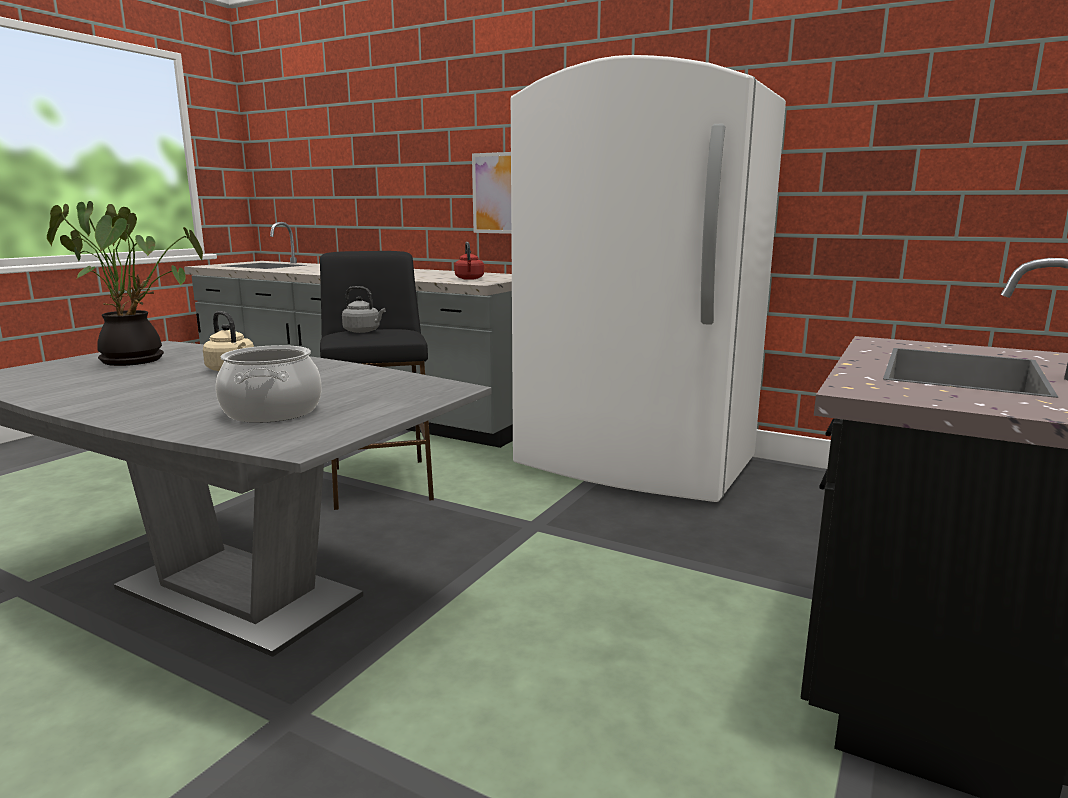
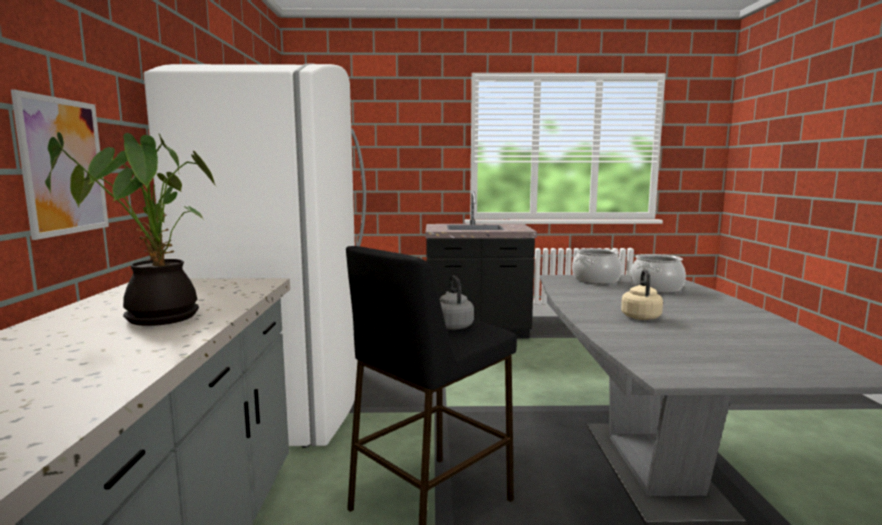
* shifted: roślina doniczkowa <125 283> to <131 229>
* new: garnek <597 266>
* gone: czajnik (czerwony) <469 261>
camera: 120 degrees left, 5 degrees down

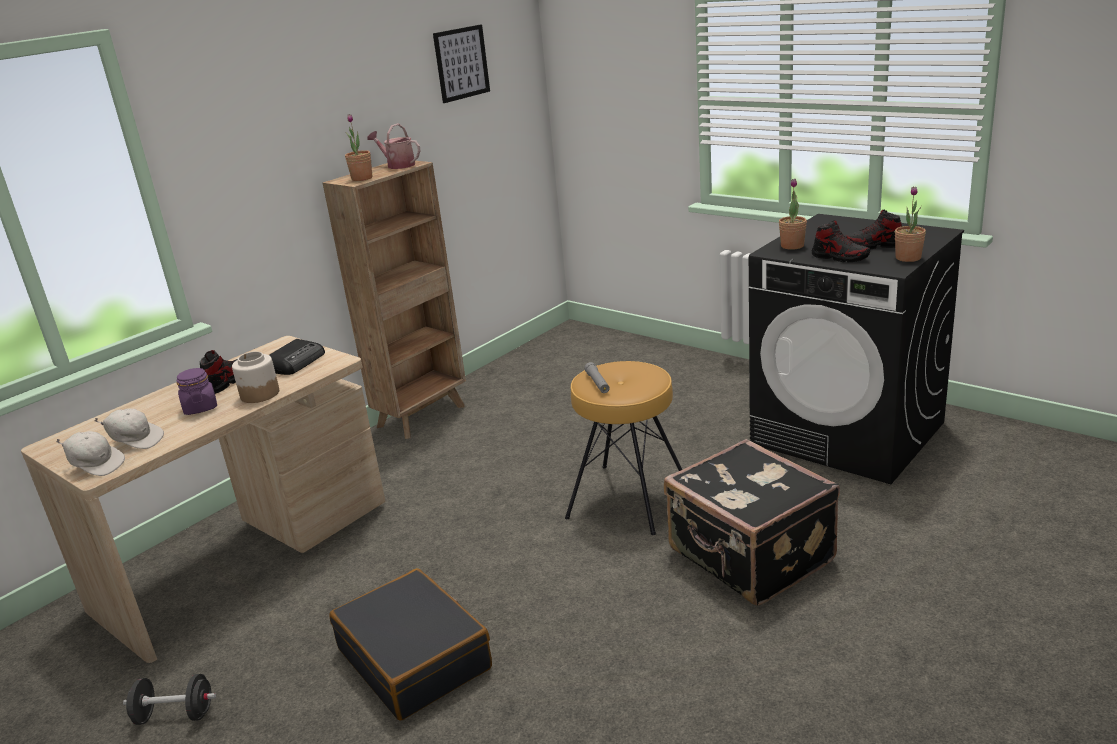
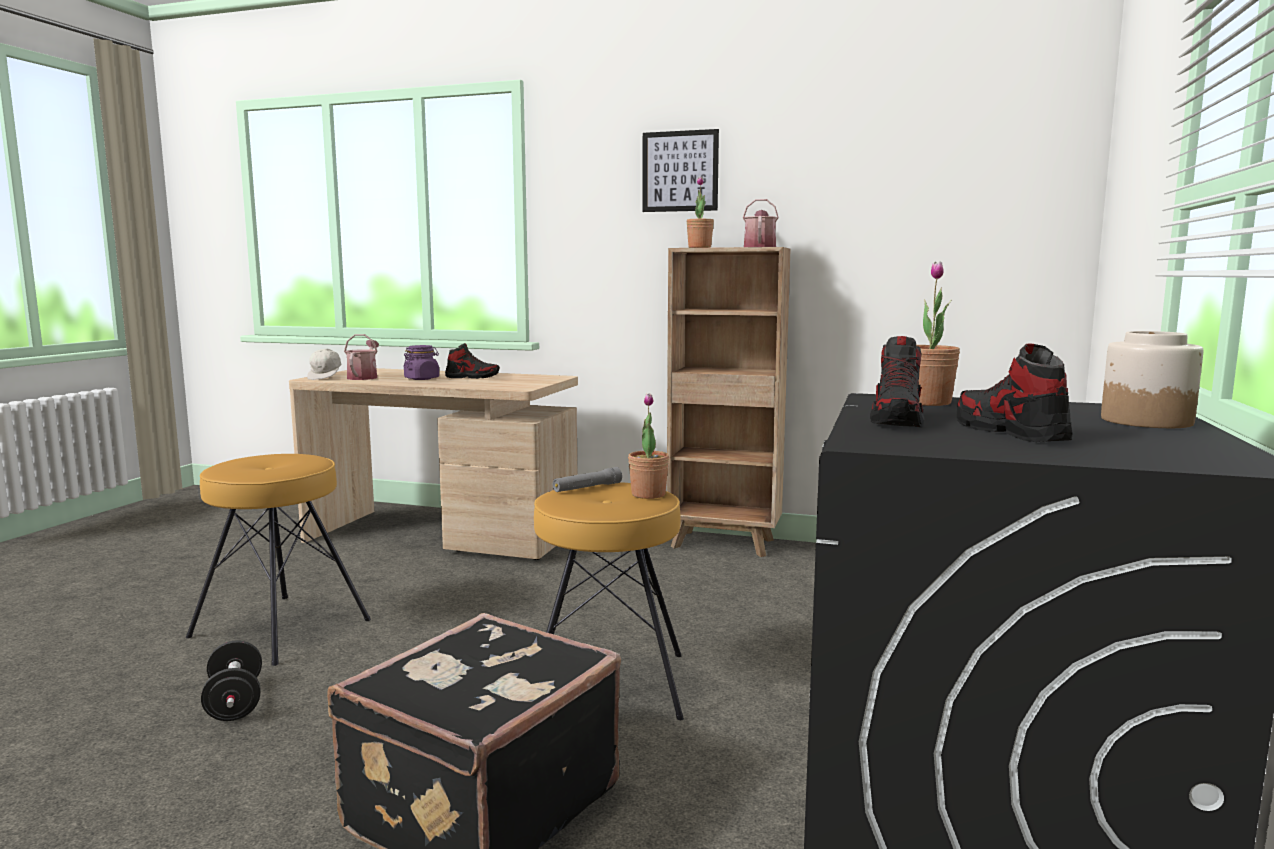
* swapped: walizka (czarny) <410 644> to stołek (brązowy) <278 560>
* shifted: hantel (czarny) <169 699> to <231 680>
* swapped: czapka z daszkiem (biały) <129 428> to konewka <361 357>
* shifted: roślina doniczkowa <910 224> to <648 446>
* shifted: obraz <461 63> to <681 170>
* shifted: słoik <255 377> to <1152 379>
* gone: radio <297 357>
camera: 65 degrees right, 15 degrees down

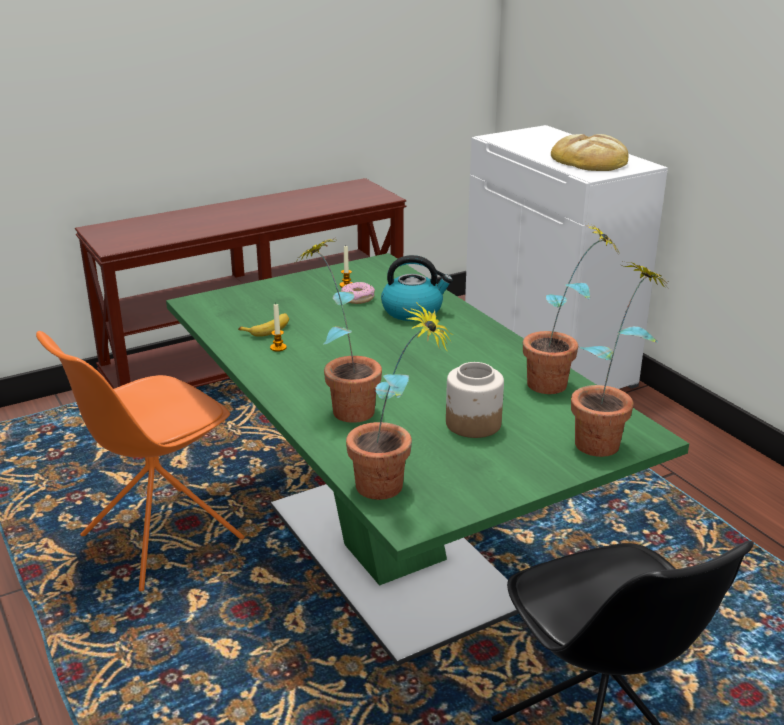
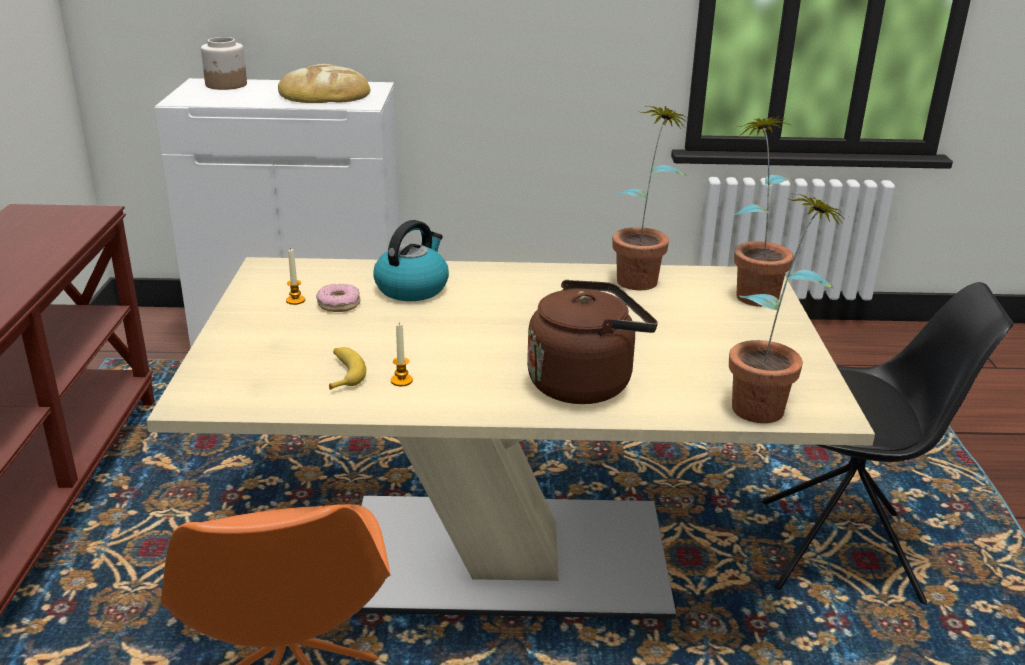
* repainted: stół jadalny (zielony) <427 459> to stół jadalny (beżowy) <510 438>
* shifted: słoik <475 400> to <224 63>
* swapped: roślina doniczkowa <340 330> to czajnik (brązowy) <592 342>
camera: 60 degrees left, 0 degrees up

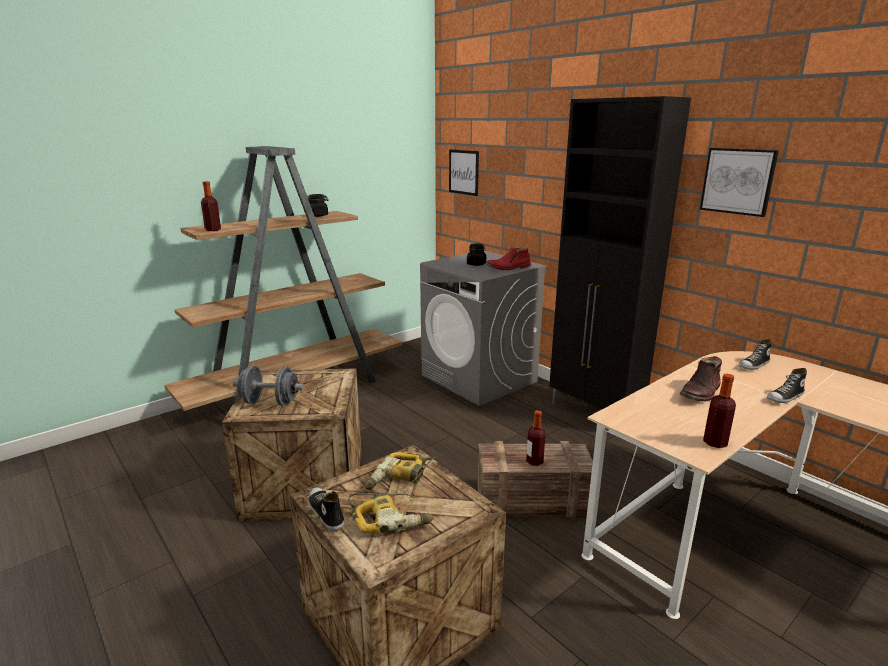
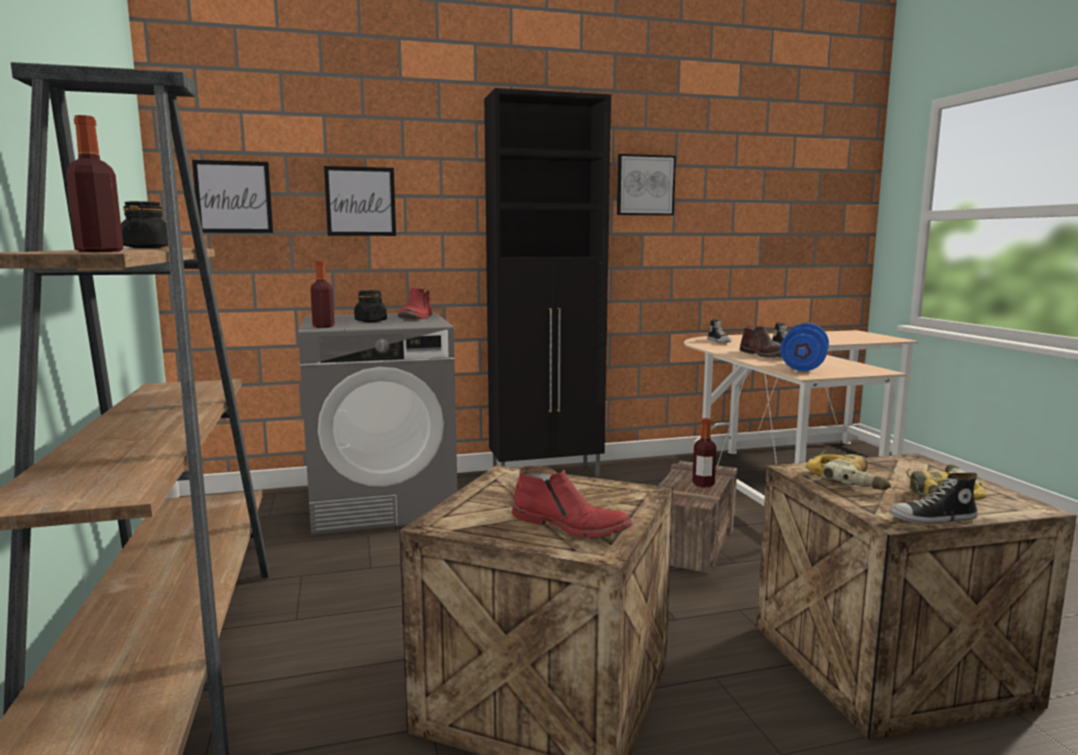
* shifted: butelka <719 411> to <322 294>
* new: obraz <360 201>
* swapped: hantel (szary) <268 385> to but z cholewką (czerwony) <572 502>
* new: hantel (niebieski) <804 347>
camera: 65 degrees left, 10 degrees down

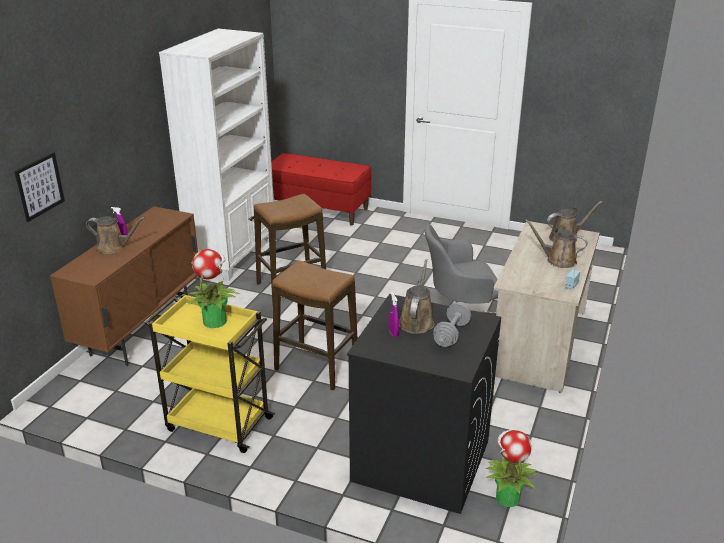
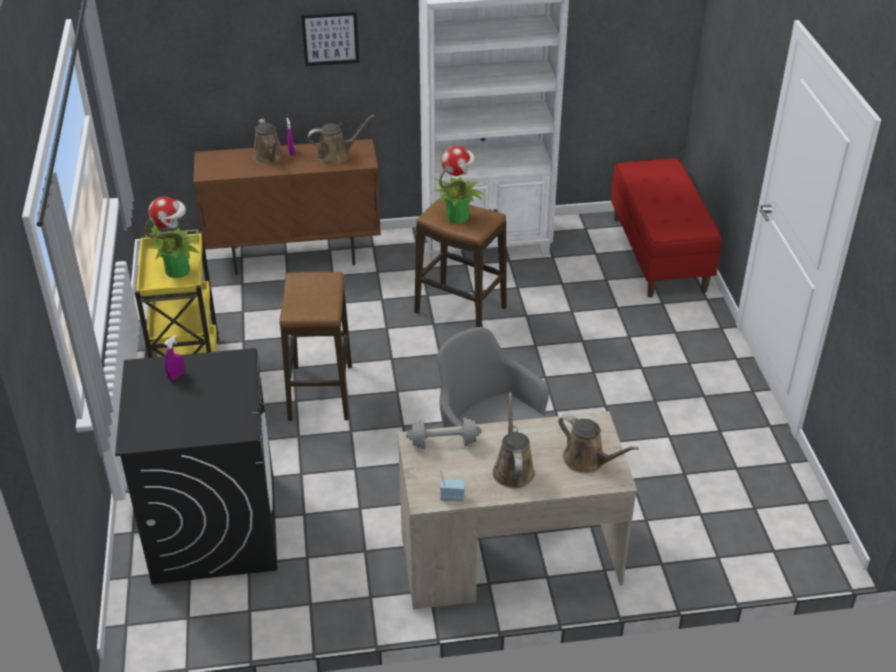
* shifted: obraz <39 187> to <330 38>
* shifted: konewka (brązowy) <417 296> to <341 139>
* shifted: hantel (szary) <452 324> to <444 433>
* shifted: roślina doniczkowa <512 468> to <458 185>
camera: 60 degrees right, 10 degrees up

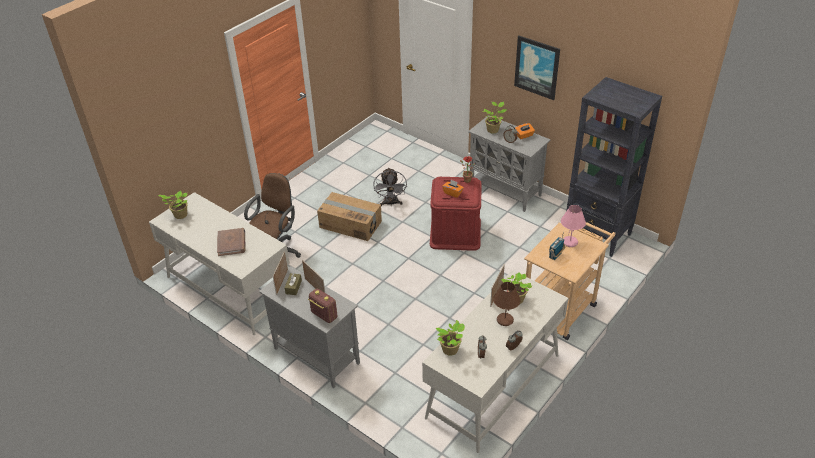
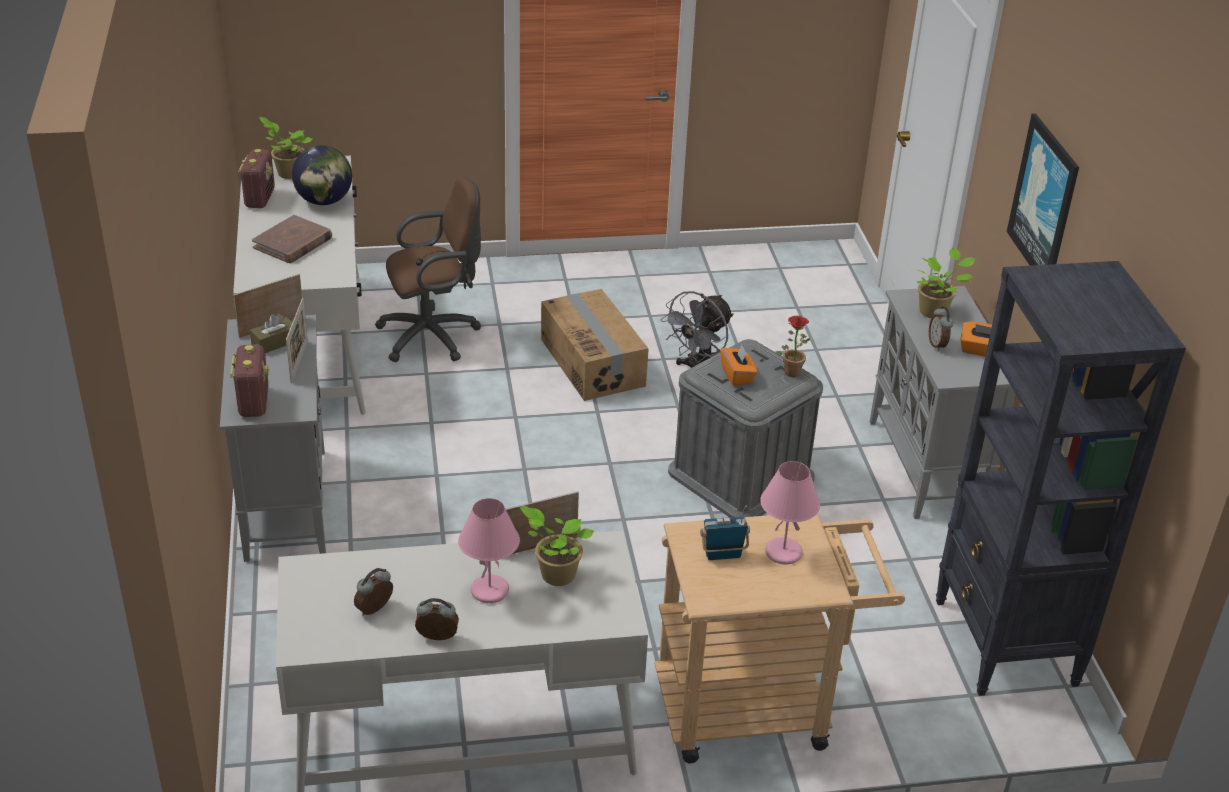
* new: radio <256 178>
* new: globus <322 175>
* repainted: lampa stołowa (brązowy) <506 304> to lampa stołowa (różowy) <489 550>
* repainted: pojemnik do przechowywania (czerwony) <456 214> to pojemnik do przechowywania (szary) <745 428>
* gone: roślina doniczkowa <450 338>
camera: 40 degrees right, 5 degrees down

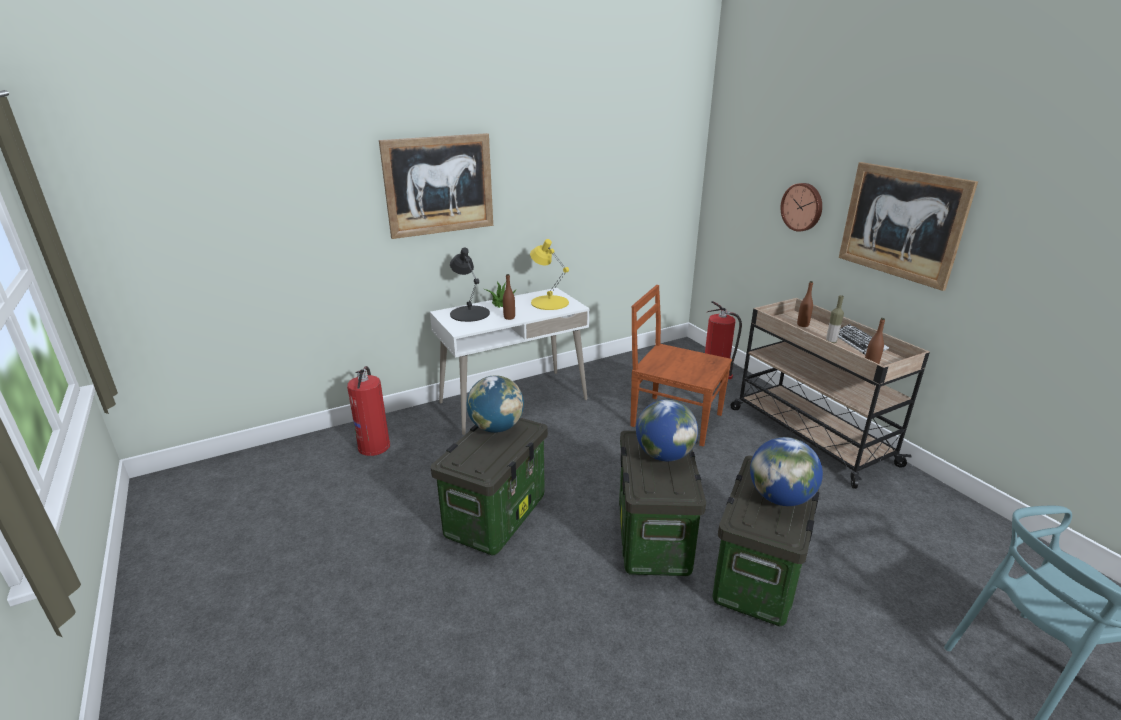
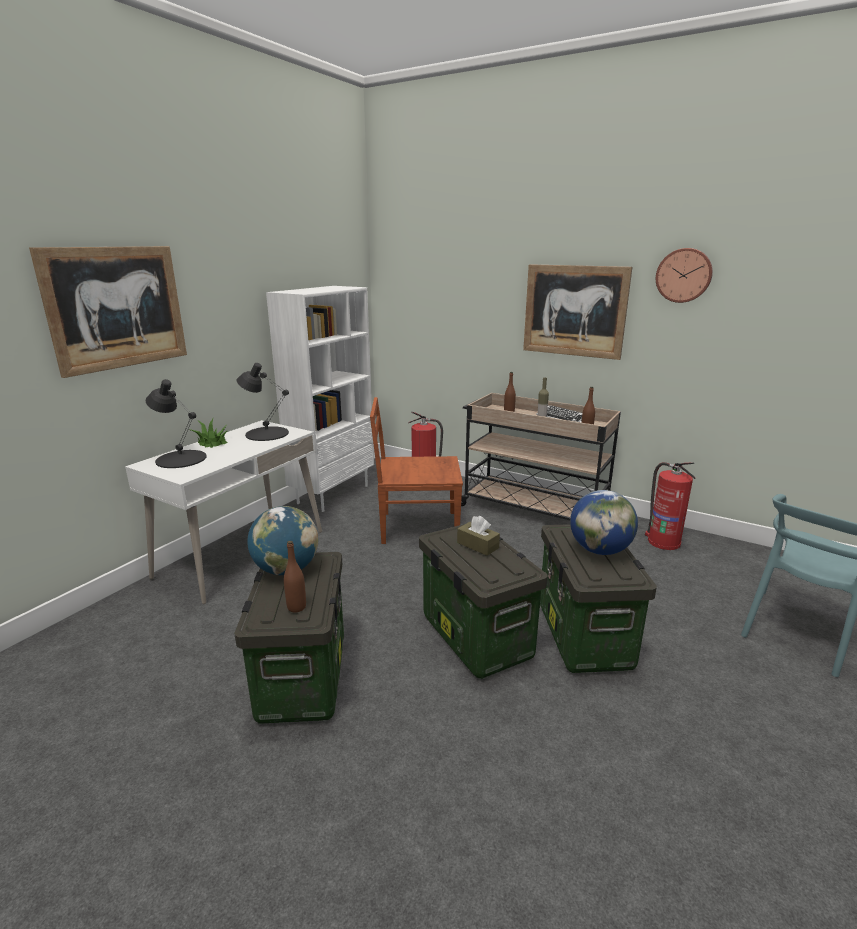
* repainted: lampa stołowa (żółty) <549 274> to lampa stołowa (czarny) <263 402>
* new: regał (biały) <320 399>
* shifted: butelka (brązowy) <509 297> to <295 577>
* swapped: globus <667 430> to pudełko chusteczek (brązowy) <478 536>
* shifted: gaśnica <368 411> to <670 506>
* shifted: zegar ścienny <801 207> to <684 275>
camera: 30 degrees left, 5 degrees down

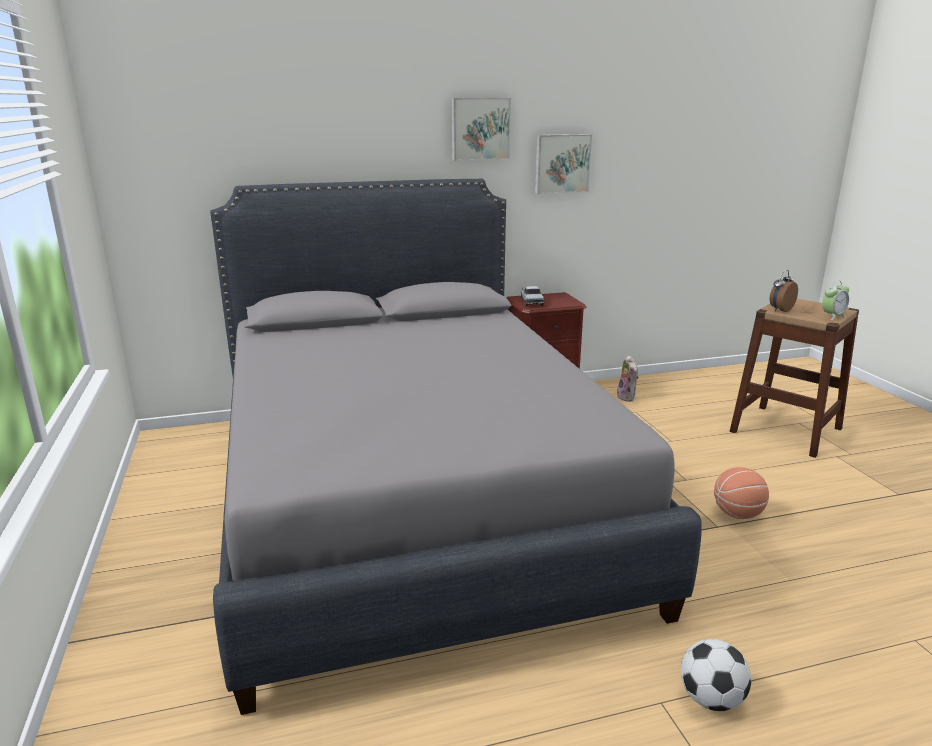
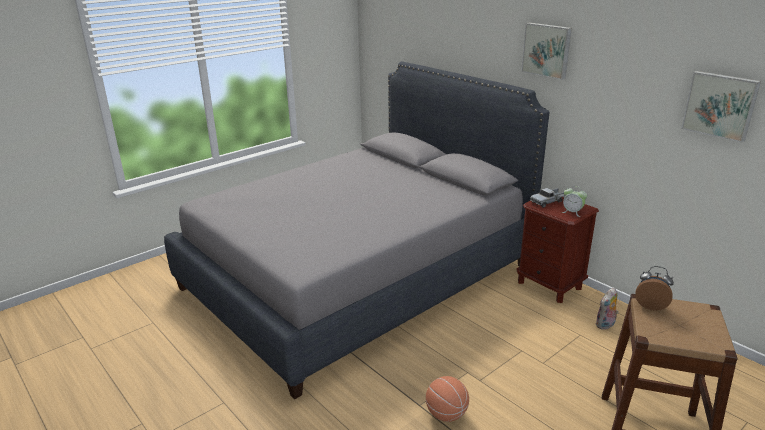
* shifted: budzik <835 300> to <574 201>
* shifted: obraz <563 164> to <721 107>
* gone: piłka futbolowa <716 675>
camera: 65 degrees right, 5 degrees up

